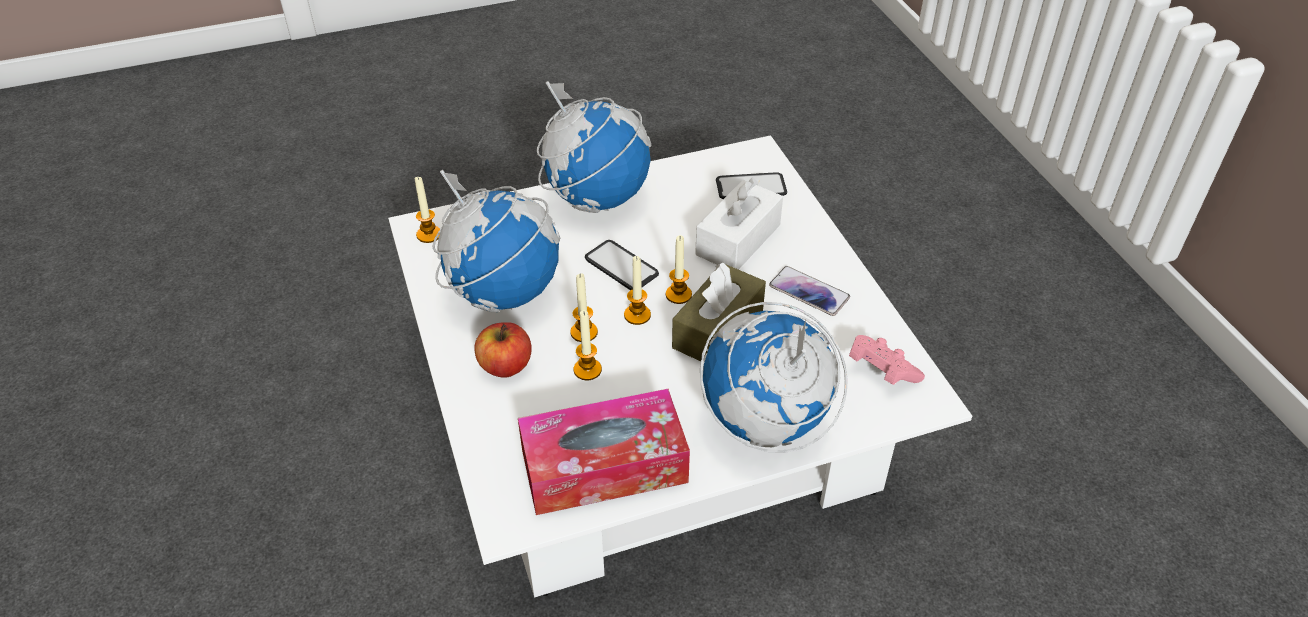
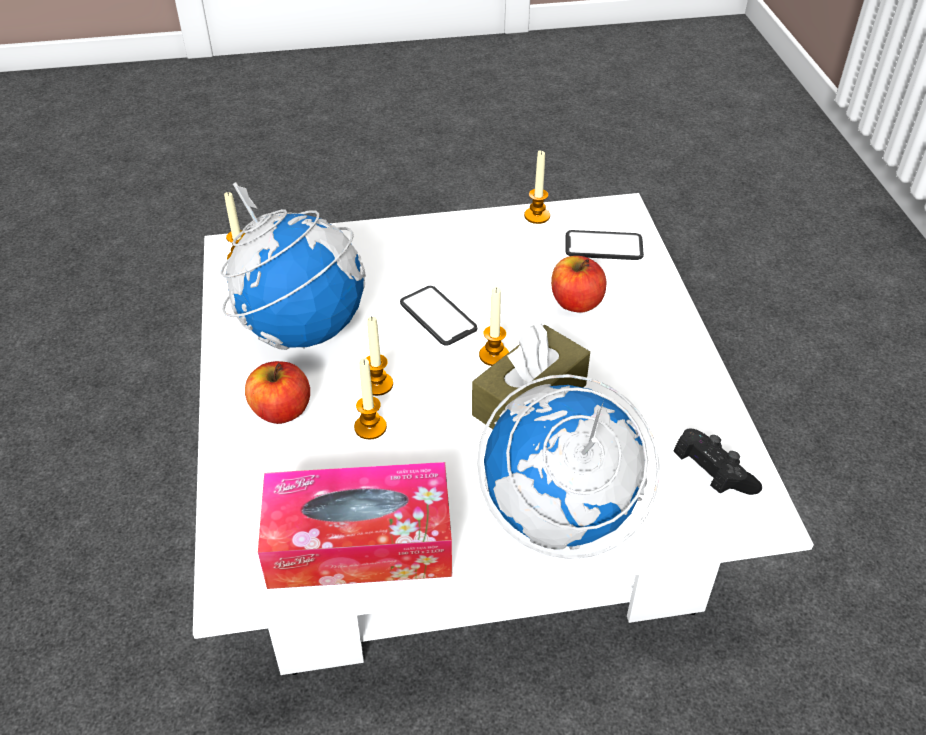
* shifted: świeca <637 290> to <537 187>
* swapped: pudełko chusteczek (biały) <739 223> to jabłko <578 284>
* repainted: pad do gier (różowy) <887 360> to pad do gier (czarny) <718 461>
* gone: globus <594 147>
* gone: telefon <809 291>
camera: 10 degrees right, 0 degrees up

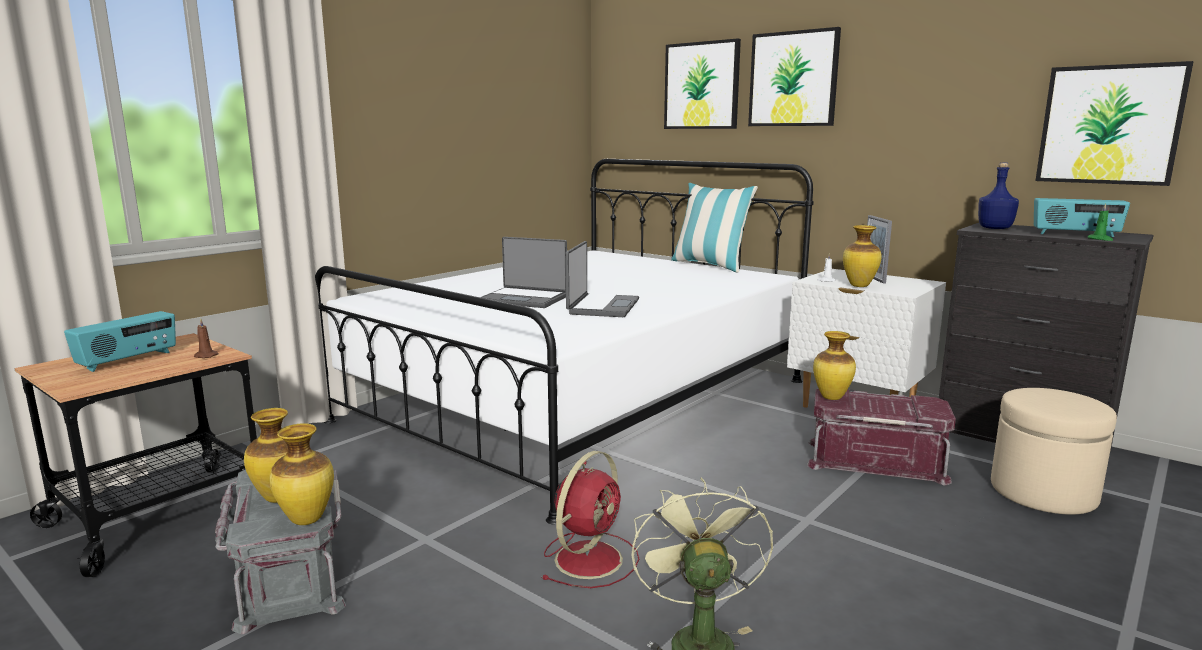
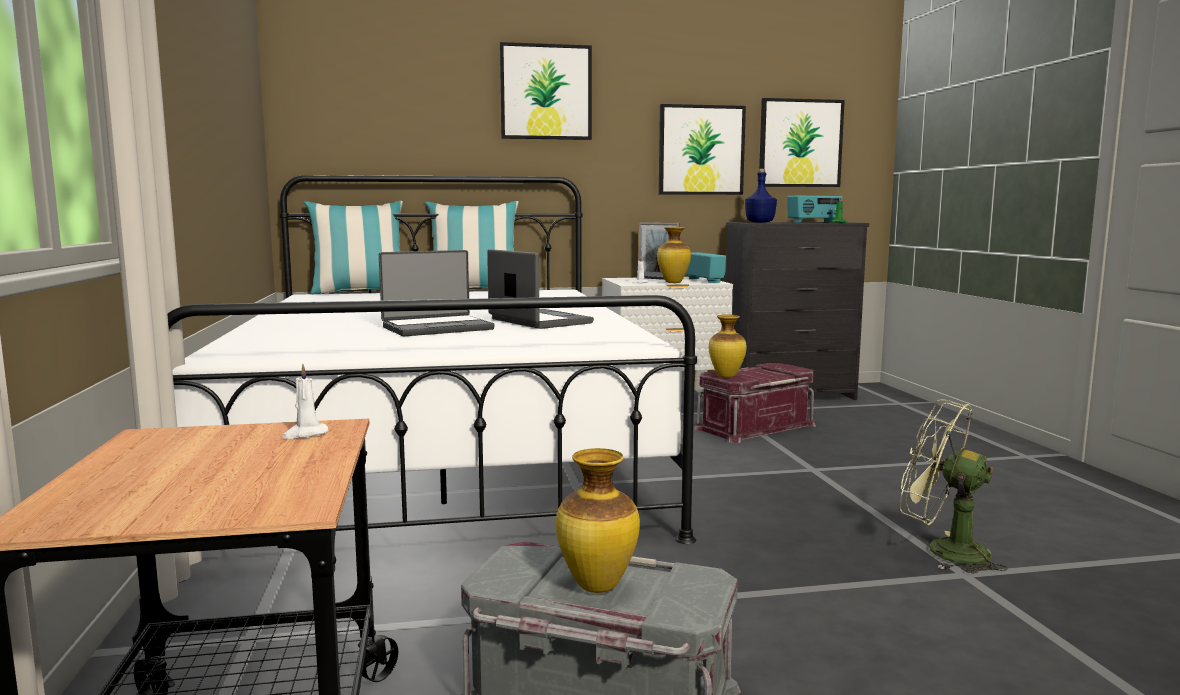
* repainted: świeca (brązowy) <206 338> to świeca (biały) <305 401>
* new: poduszka <353 247>
* shifted: obraz <702 83> to <702 149>
* shifted: radio <120 341> to <706 267>
* gone: wazon <301 474>
* gone: wentylator (czerwony) <590 519>
* gone: pufa (beżowy) <1054 451>
camera: 50 degrees left, 5 degrees down

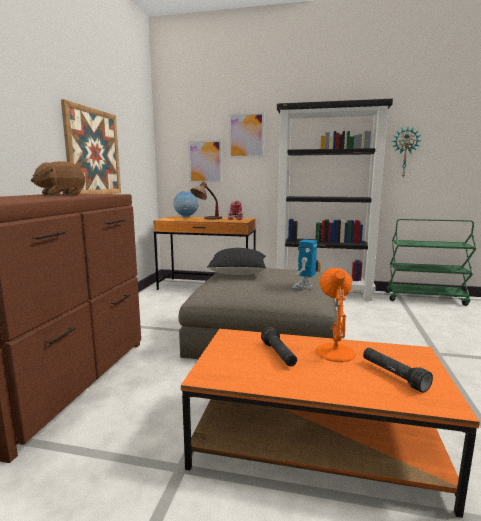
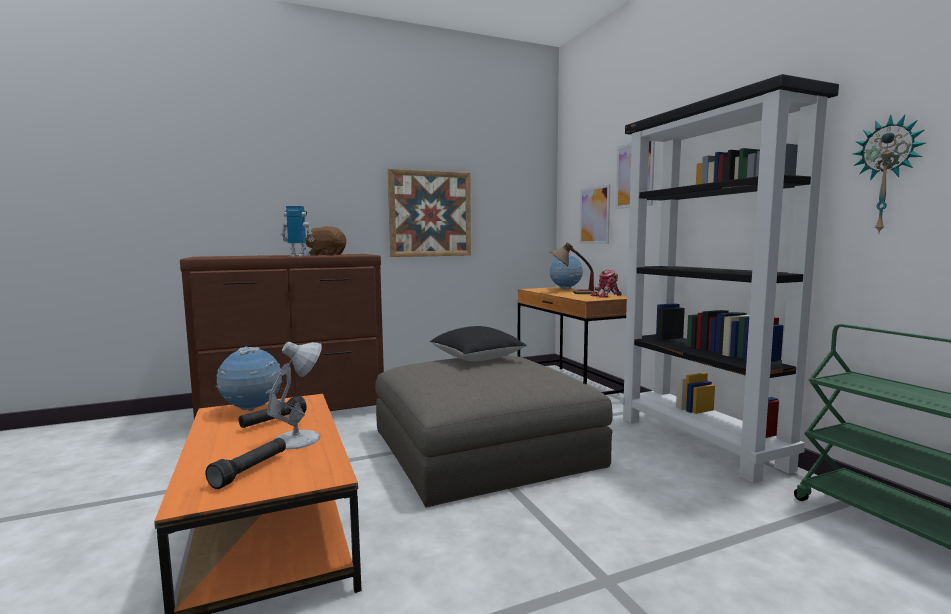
* new: globus <249 378>
* repainted: lampa stołowa (pomarańczowy) <336 315> to lampa stołowa (biały) <294 395>
* shifted: robot zabawkowy <304 264> to <297 231>
camera: 55 degrees right, 5 degrees down

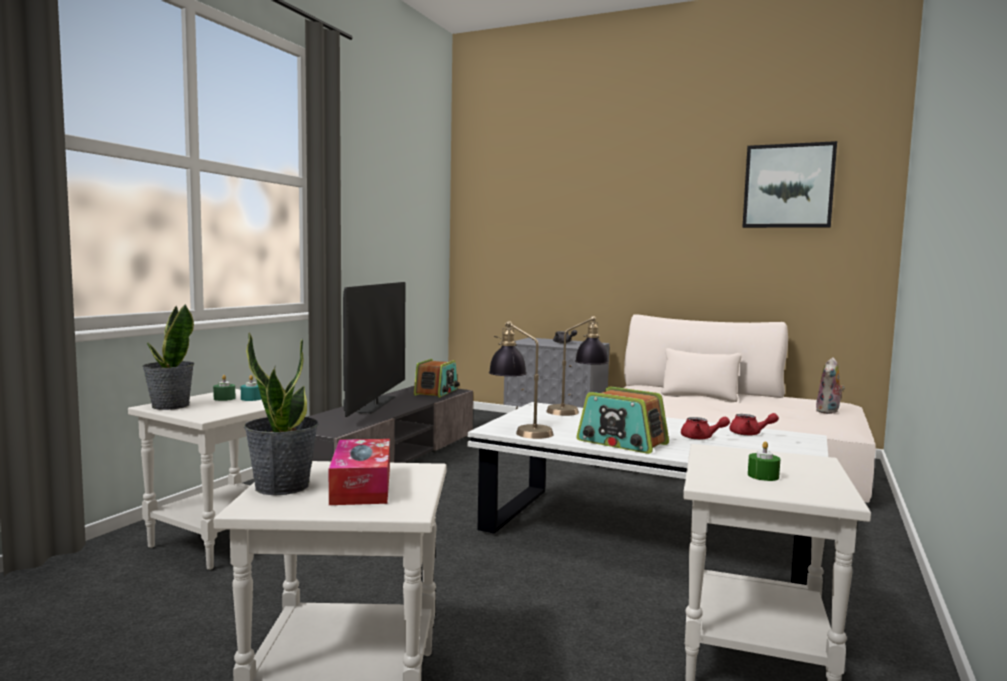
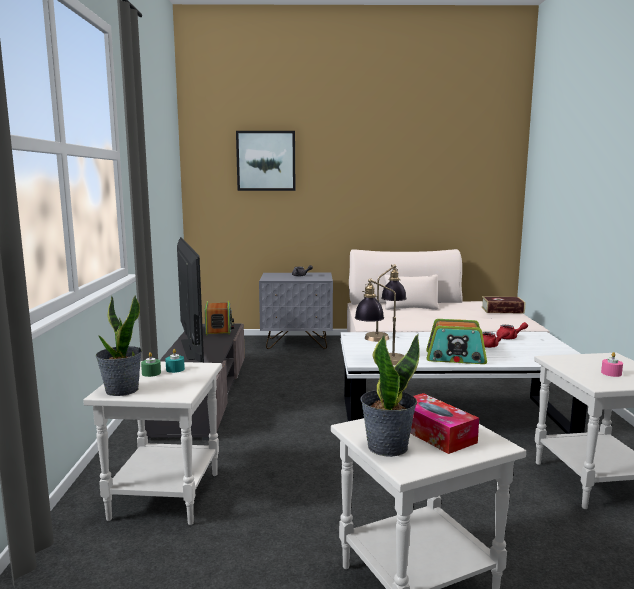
* shifted: obraz <789 184> to <266 161>
* swapped: pluszak <830 386> to książka <503 305>
* repainted: świeca (zielony) <764 461> to świeca (różowy) <612 364>
camera: 25 degrees left, 5 degrees up

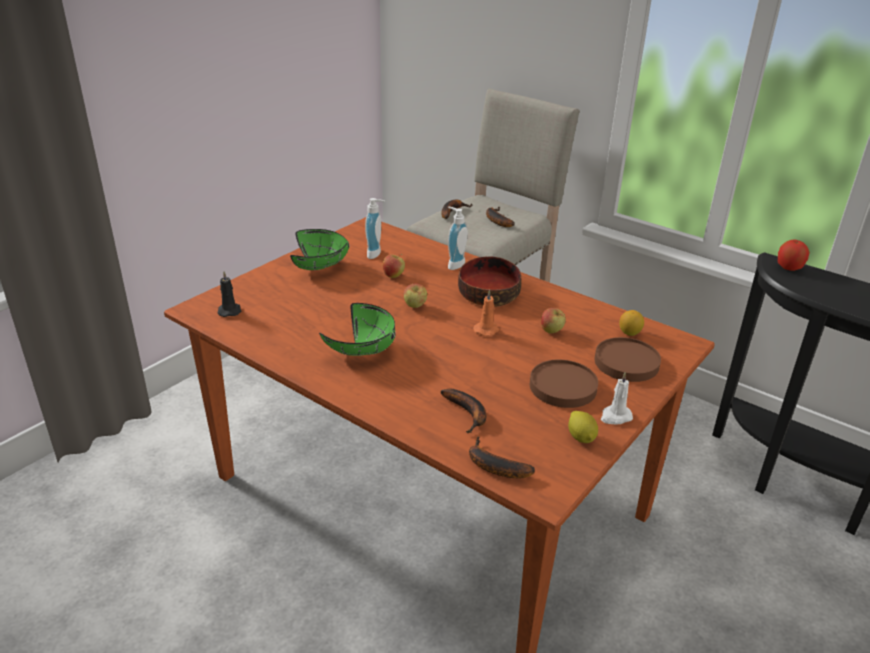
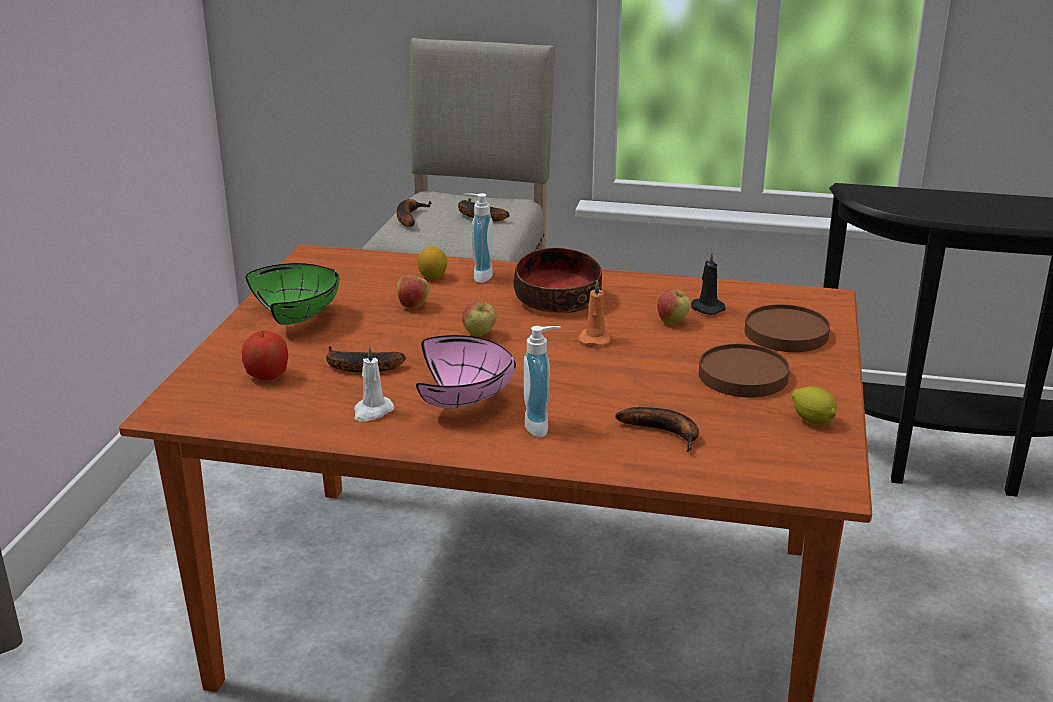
* shifted: jabłko <794 255> to <265 355>
* shifted: banan <502 457> to <366 359>
* shifted: świeca (biały) <617 398> to <374 384>
* repainted: miska (zielony) <357 329> to miska (różowy) <466 371>
* shifted: cytryna <631 323> to <432 263>
* shifted: dozownik mydła <375 228> to <542 382>
* shifted: świeca (czarny) <229 294> to <708 283>
camera: 25 degrees left, 5 degrees down

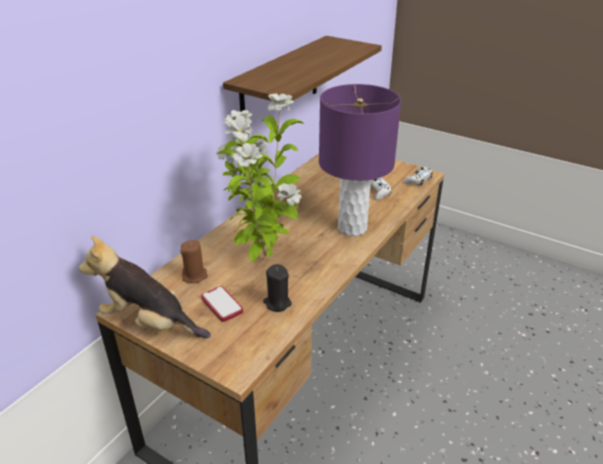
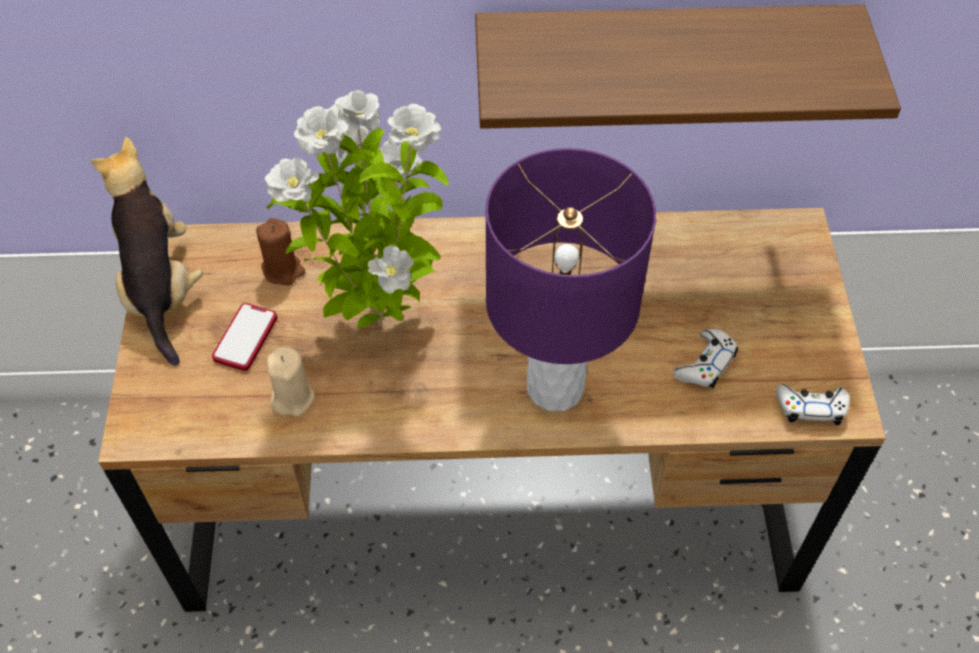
* repainted: świeca (czarny) <277 288> to świeca (beżowy) <290 381>
camera: 55 degrees right, 20 degrees up

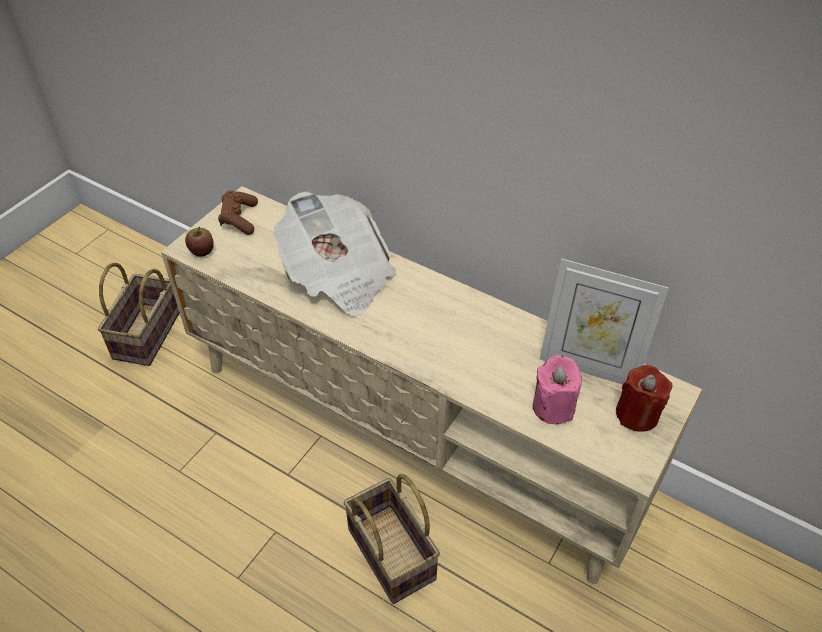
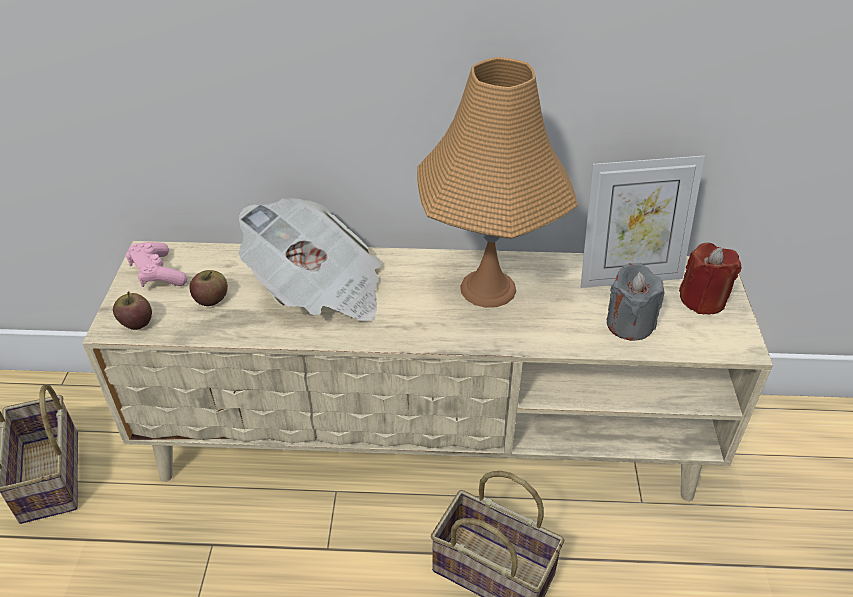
* repainted: pad do gier (brązowy) <238 212> to pad do gier (różowy) <156 264>
* new: jabłko <208 288>
* new: lampa stołowa (pomarańczowy) <497 182>
* repainted: świeca (różowy) <557 389> to świeca (szary) <636 302>
camera: 30 degrees left, 5 degrees down

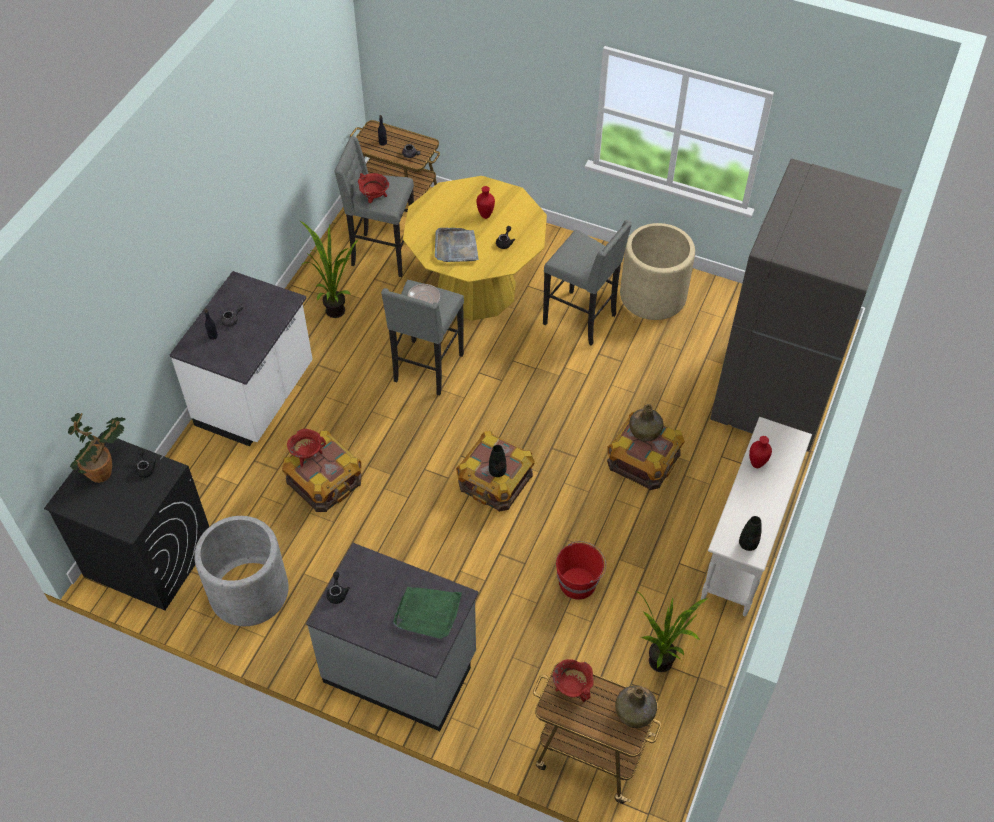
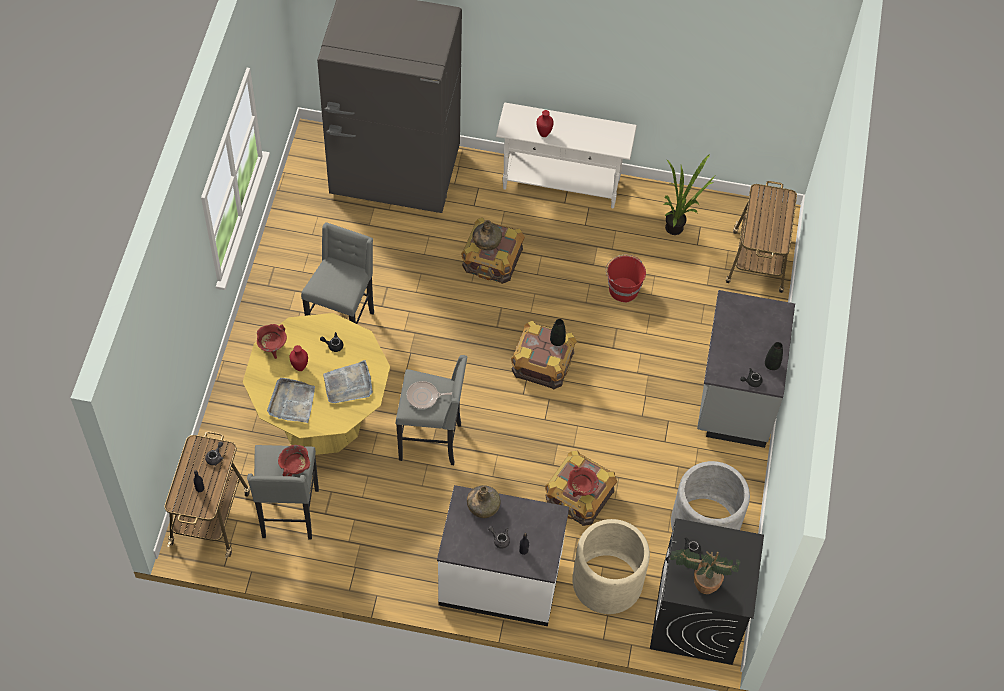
* shifted: garnek (czerwony) <573 680> to <272 341>
* new: taca (szary) <291 400>
* shifted: butelka (zielony) <636 706> to <484 501>
* shifted: donica (beżowy) <657 271> to <611 566>
* shifted: wazon (czarny) <750 533> to <774 356>
* gone: roślina doniczkowa <329 269>
* gone: taca (zielony) <427 613>
camera: 105 degrees left, 5 degrees up

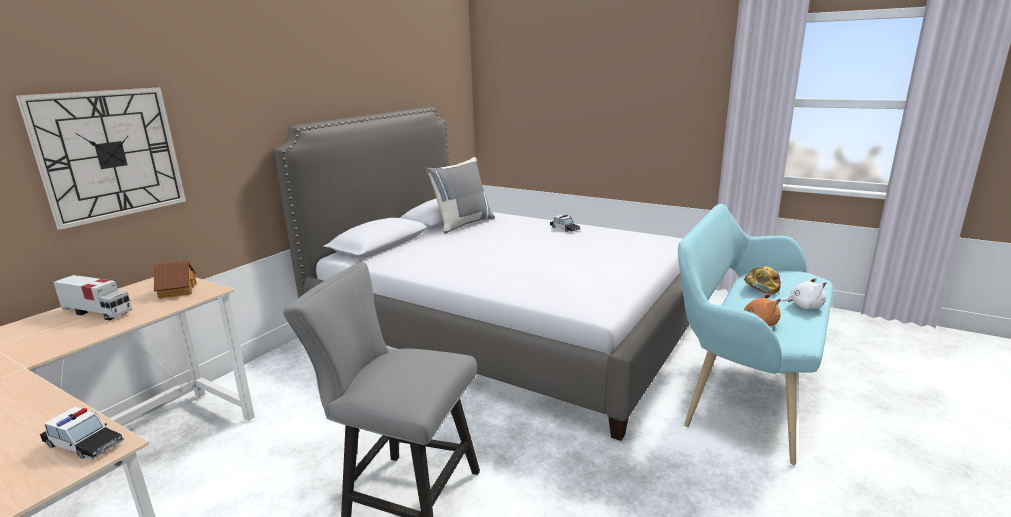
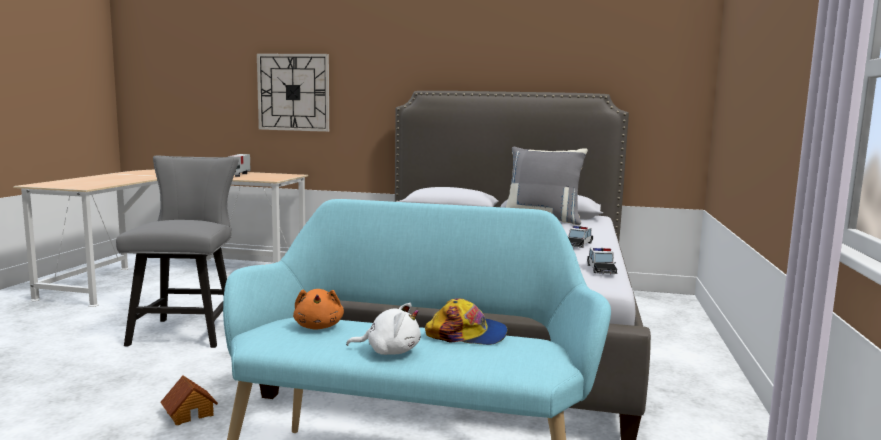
* shifted: domek <175 280> to <189 400>
* rotated: pluszak (biały) <801 293> = <383 329> 75 degrees counterclockwise
* shifted: samochodzik <82 433> to <602 261>
camera: 70 degrees right, 10 degrees down

